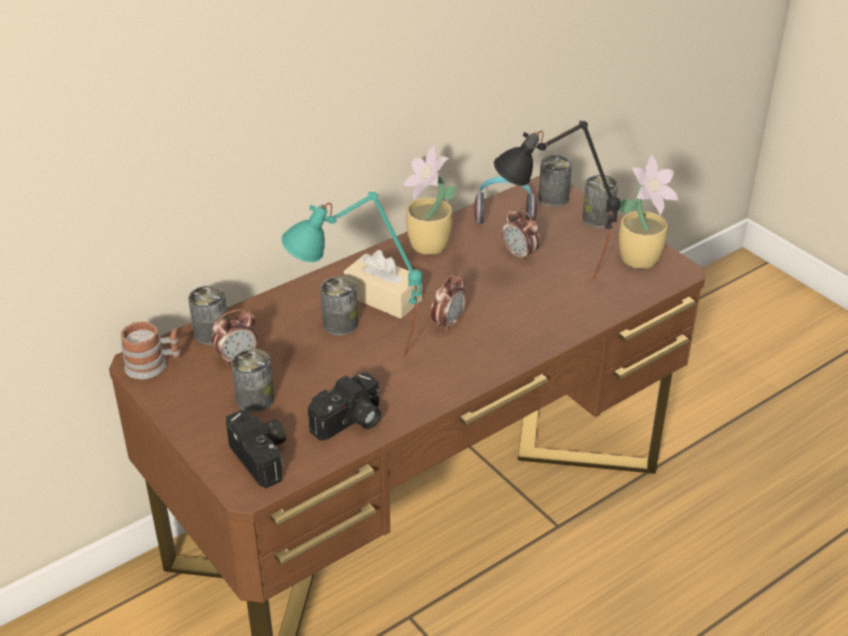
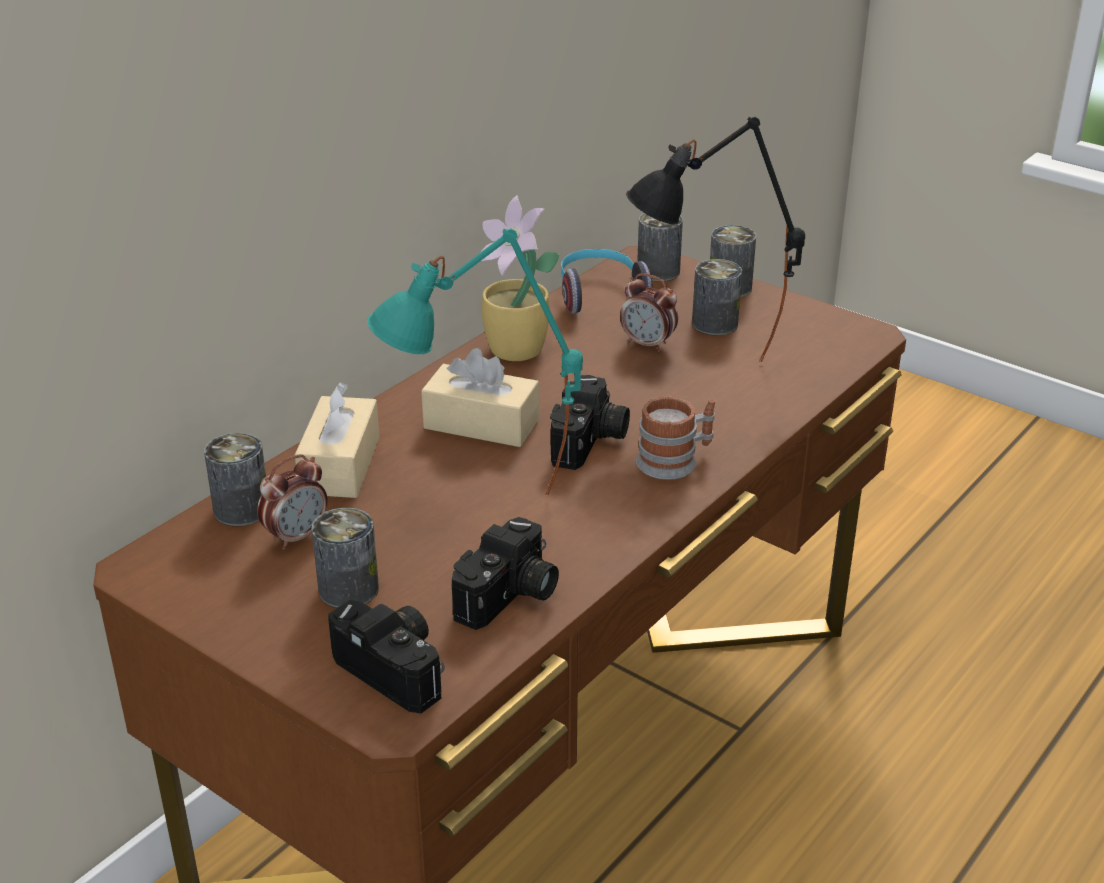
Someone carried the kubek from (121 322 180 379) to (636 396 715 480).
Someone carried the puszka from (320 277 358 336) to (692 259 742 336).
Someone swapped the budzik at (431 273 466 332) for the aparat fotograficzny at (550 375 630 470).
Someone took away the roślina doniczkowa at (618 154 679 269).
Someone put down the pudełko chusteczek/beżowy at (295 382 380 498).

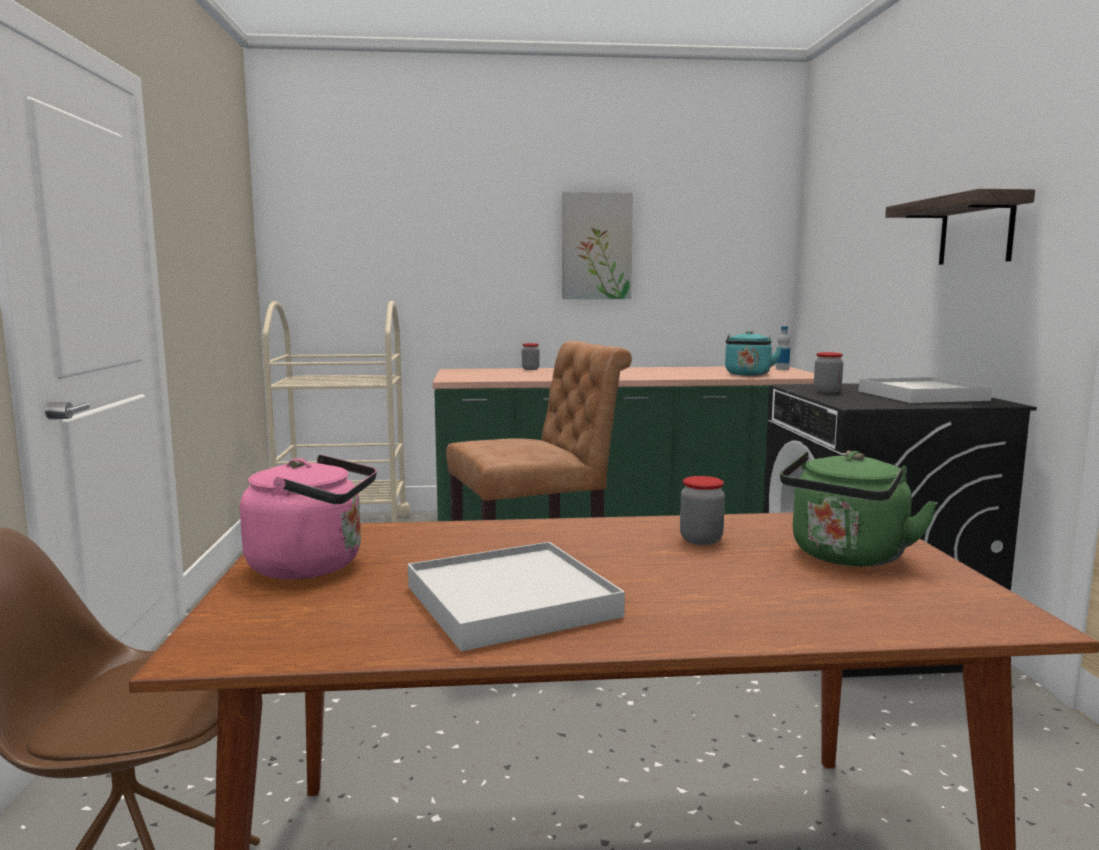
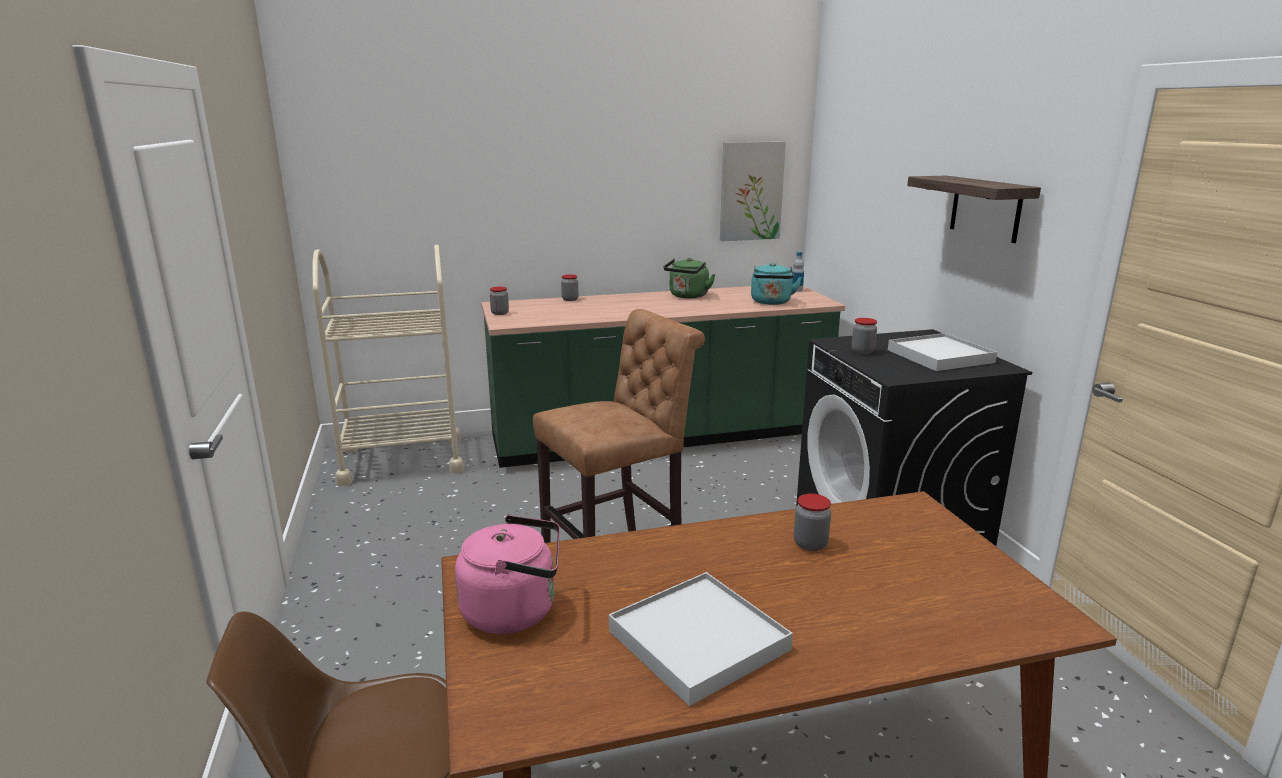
Someone carried the obraz from (562 192 633 299) to (720 142 786 241).
Someone carried the czajnik/zielony from (780 451 938 567) to (664 258 715 298).
Someone put down the słoik at (490 287 509 315).

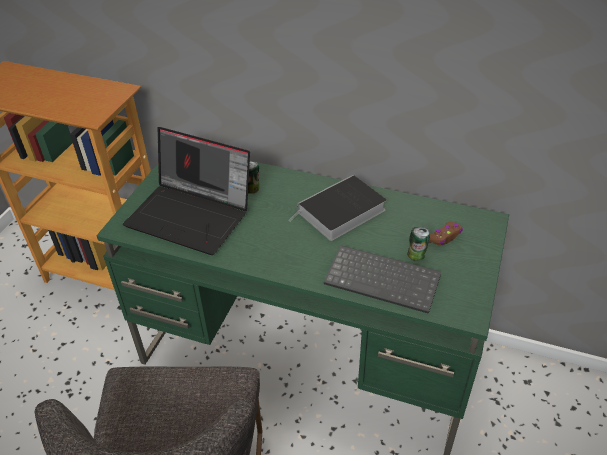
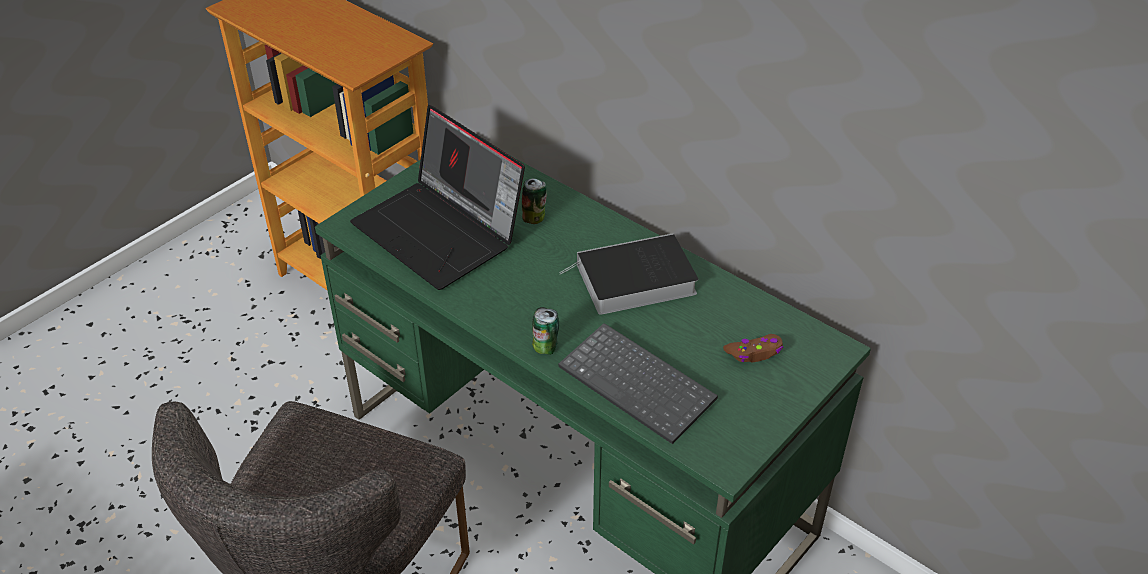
Someone carried the puszka from (407 227 430 261) to (532 307 559 355).

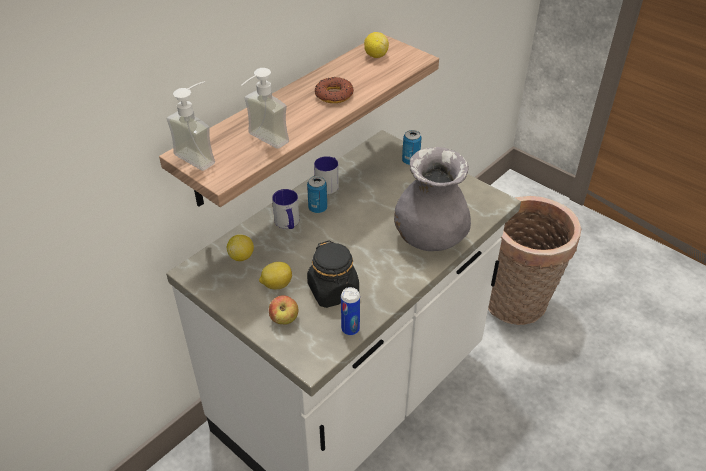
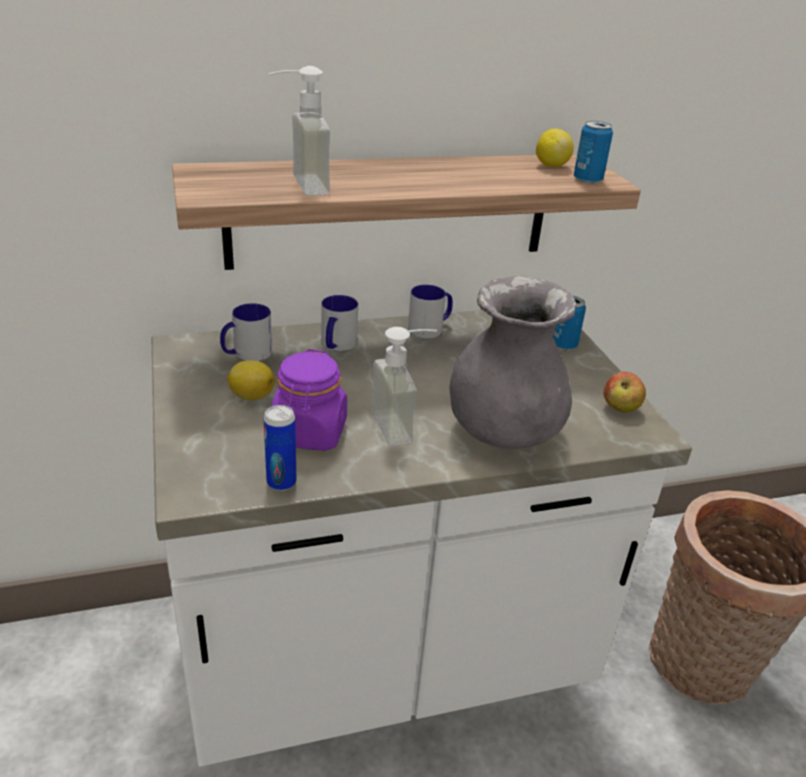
Someone carried the dozownik mydła from (167 81 215 171) to (371 327 437 446).
Someone swapped the cytryna at (227 235 254 261) for the kubek at (220 303 272 361).
Someone carried the jabłko from (269 295 298 325) to (603 372 646 413).
Someone carried the puszka from (307 176 327 213) to (574 121 613 184).
Someone repainted the słoik/czarny at (307 240 359 308), which became the słoik/fioletowy at (271 349 347 451).
Someone took away the donut at (315 77 354 103).

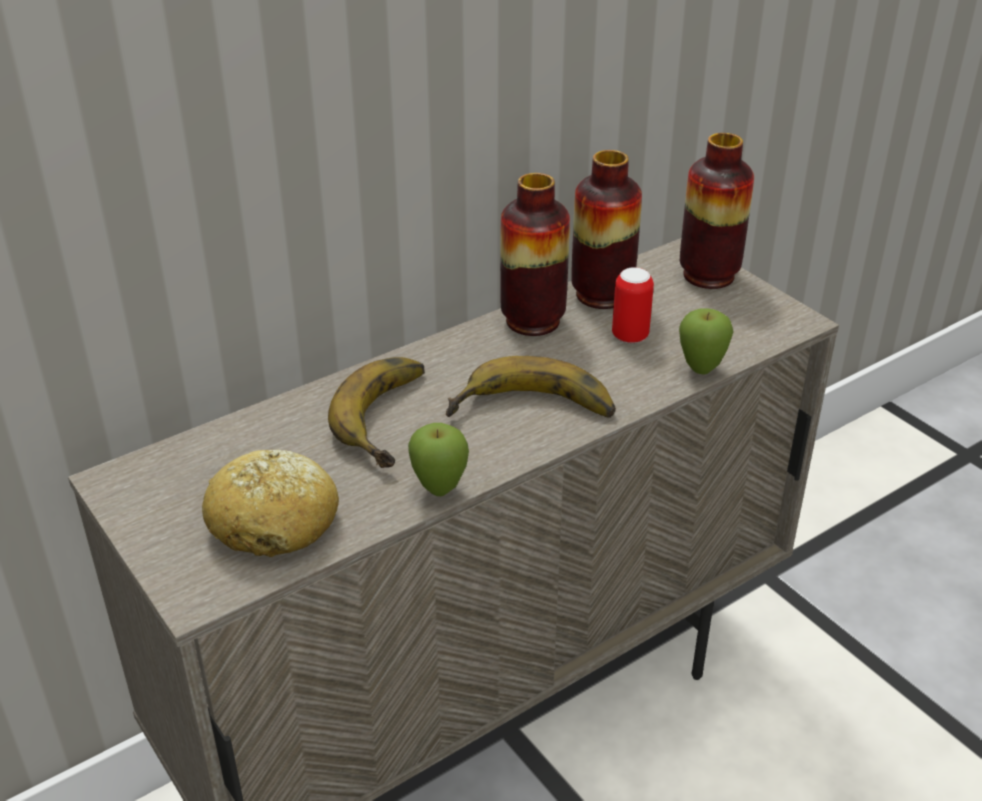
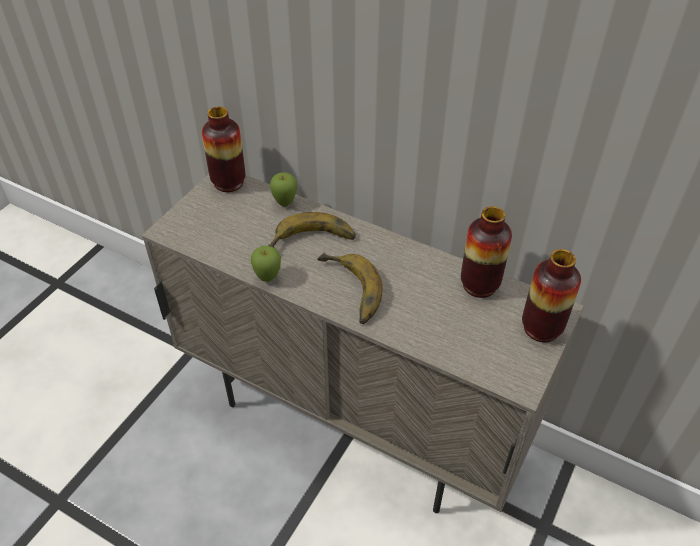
Someone took away the chleb at (202 450 339 557).
Someone carried the wazon from (500 173 570 336) to (202 107 246 192).
Someone took away the puszka at (612 267 654 343).
Someone carried the jabłko from (679 308 734 374) to (270 172 298 207).

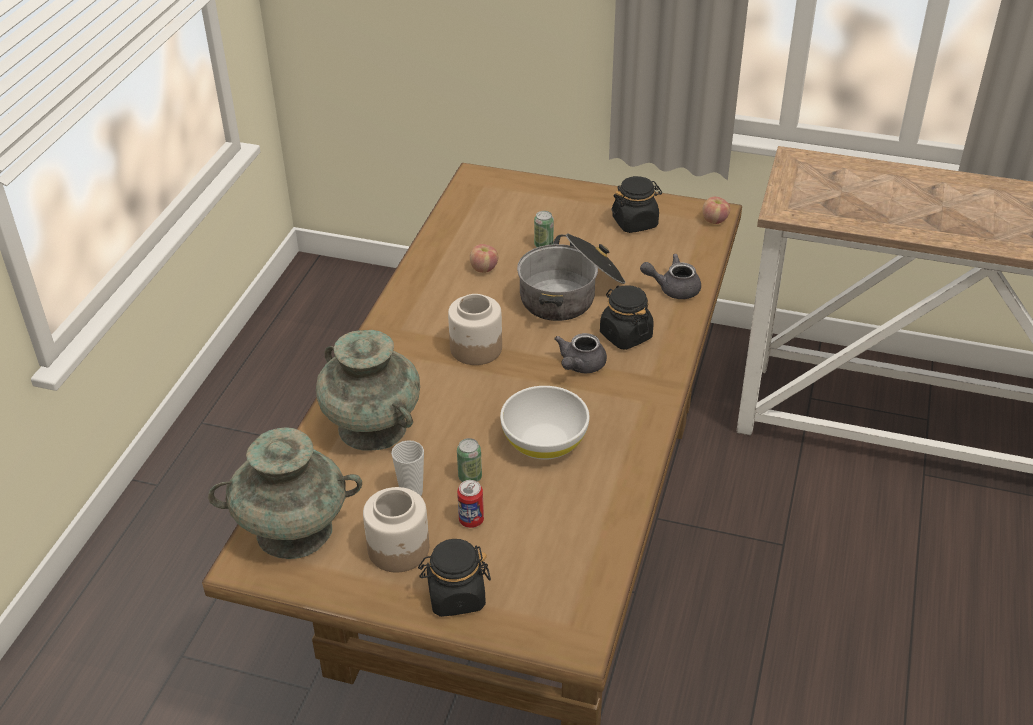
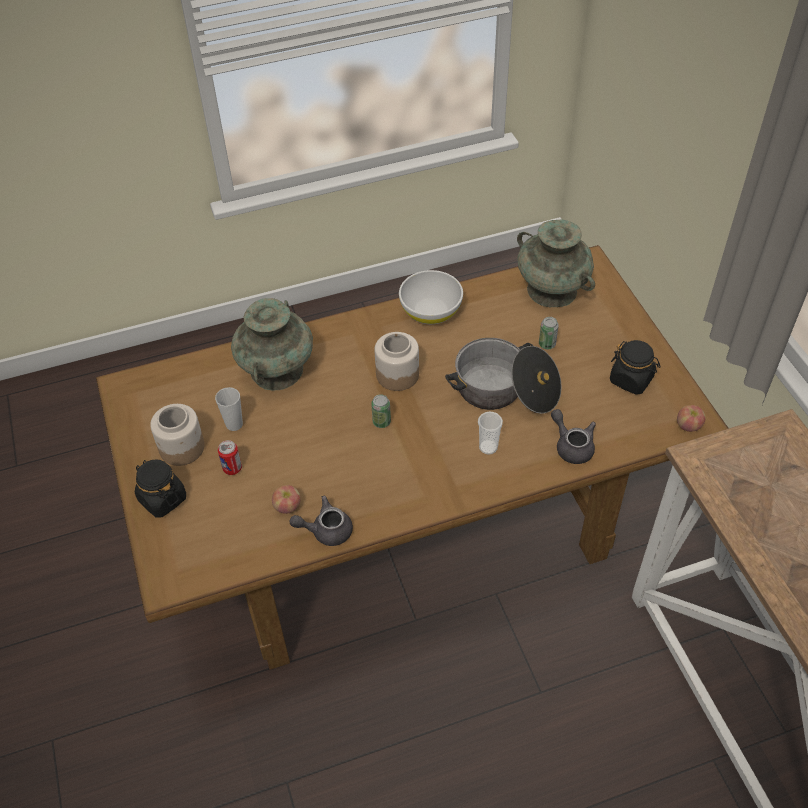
Someone carried the wazon/turkusowy from (208 427 362 559) to (517 219 595 307).
Someone carried the puszka from (457 438 482 482) to (371 394 391 428).
Someone carried the jabłko from (470 244 498 273) to (272 485 301 514).
Someone carried the miska/biały from (500 386 590 460) to (399 270 463 324).
Someone carried the imbryk/szary from (554 333 607 373) to (289 496 353 546).
Someone swapped the słoik/czarny at (600 285 654 350) for the filiżanka at (478 412 503 455).

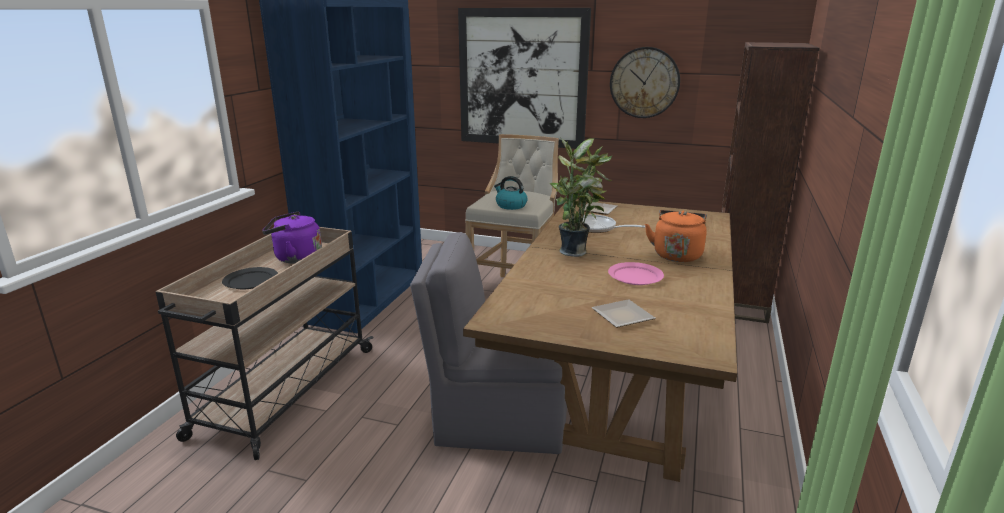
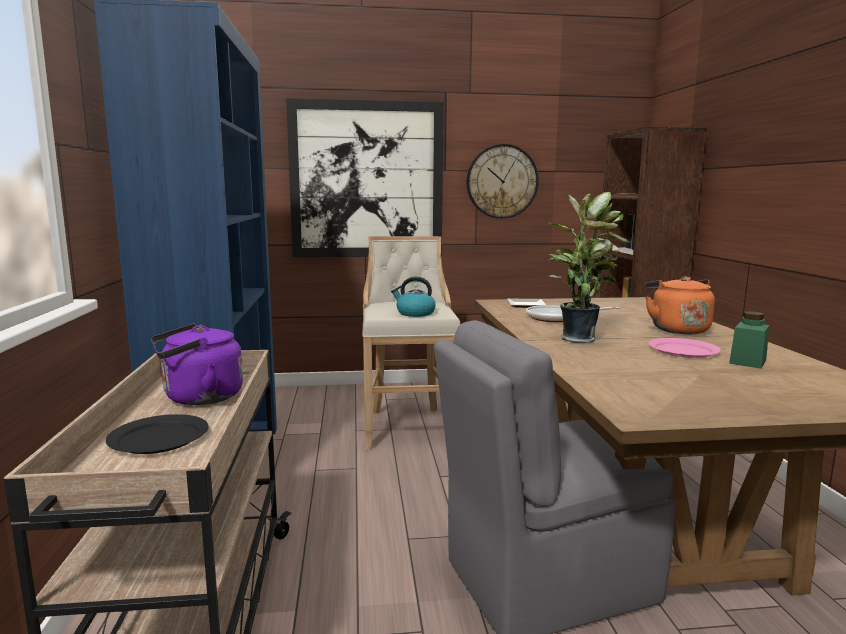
Someone took away the talerz at (592 299 655 328).
Someone put down the słoik/zielony at (729 311 769 369).

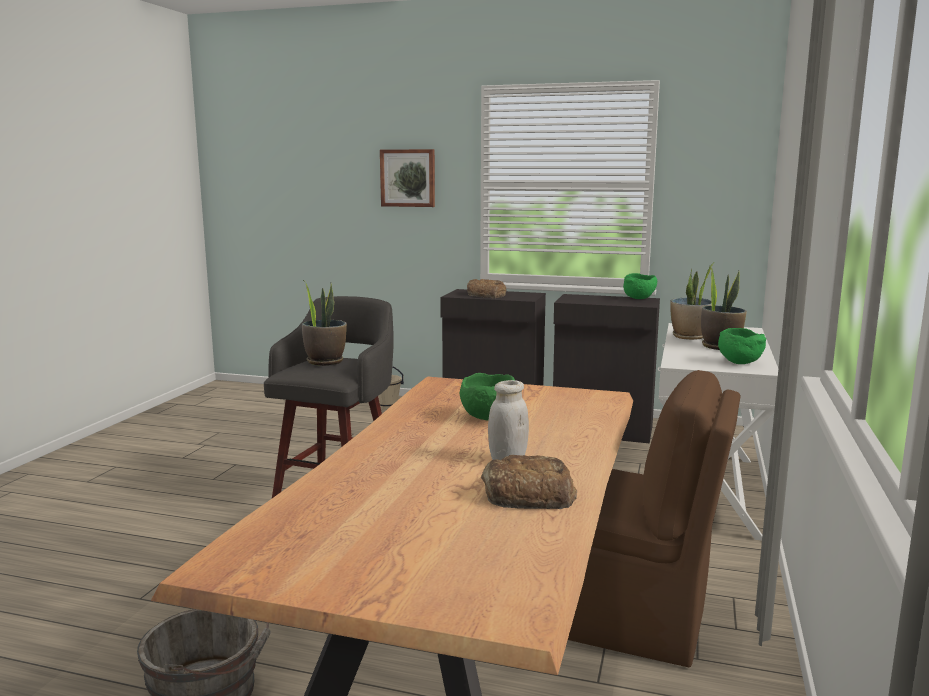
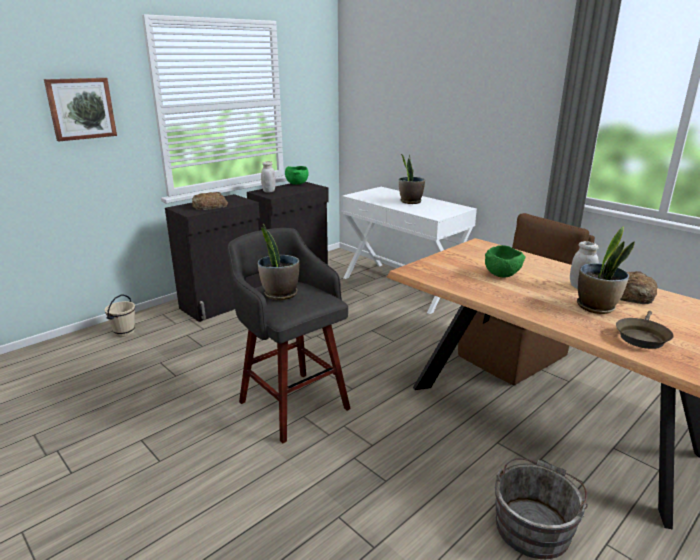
Someone carried the roślina doniczkowa from (670 262 715 340) to (577 226 635 314).
Someone took away the miska/zielony at (718 328 766 364).
Someone put down the słoik/biały at (261 161 276 192).
Someone put down the patelnia/brązowy at (616 311 674 349).

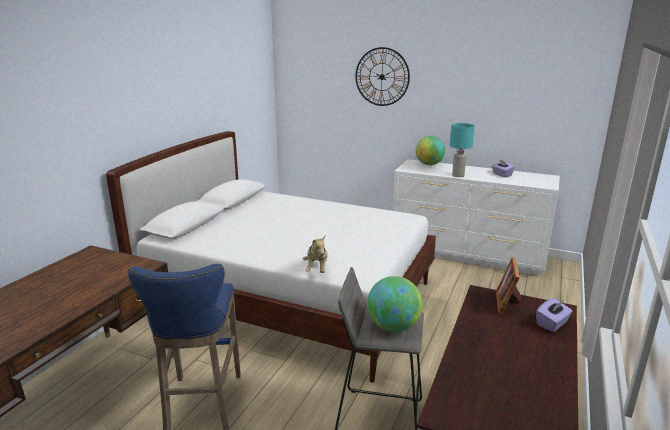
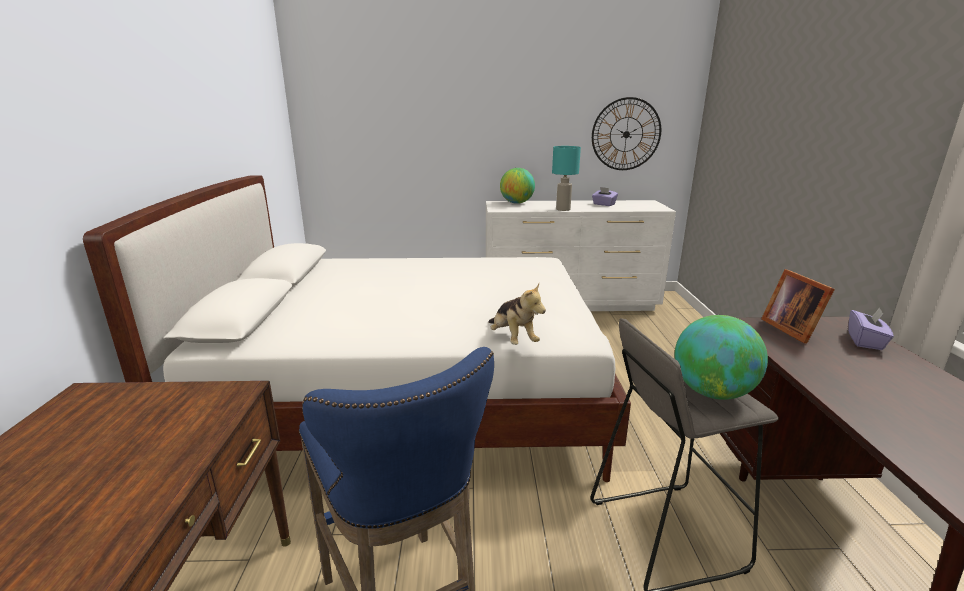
Someone carried the zegar ścienny from (355 47 410 106) to (592 97 661 170).

